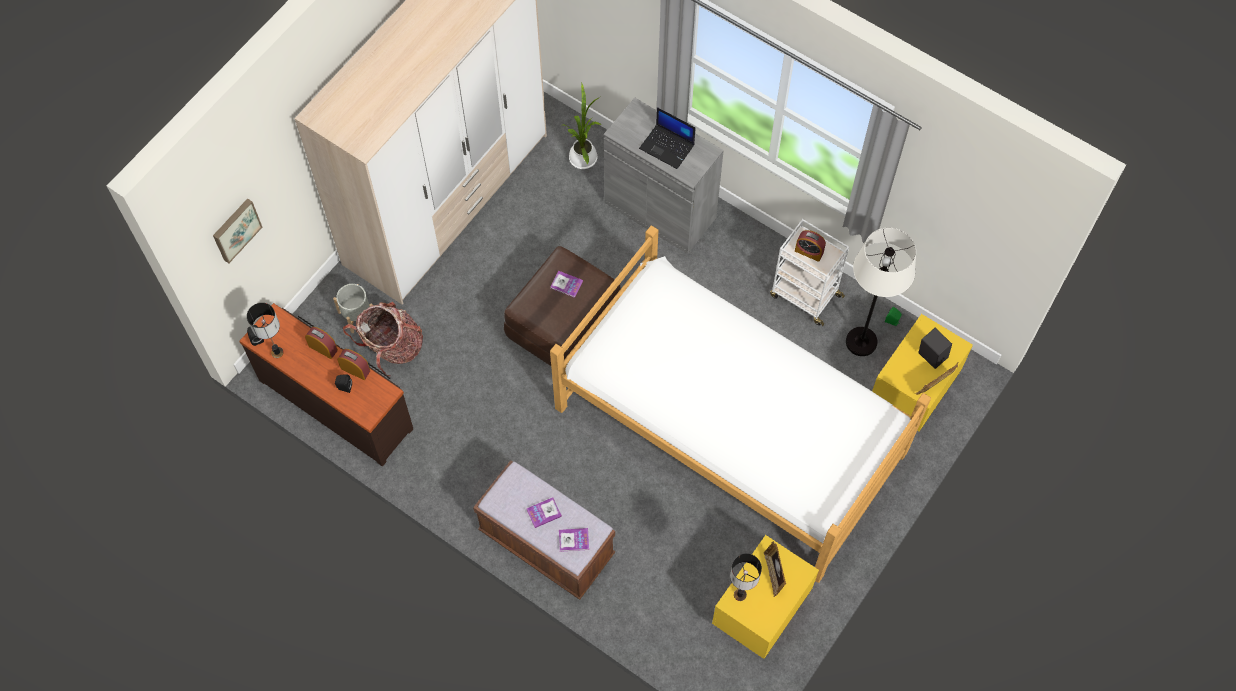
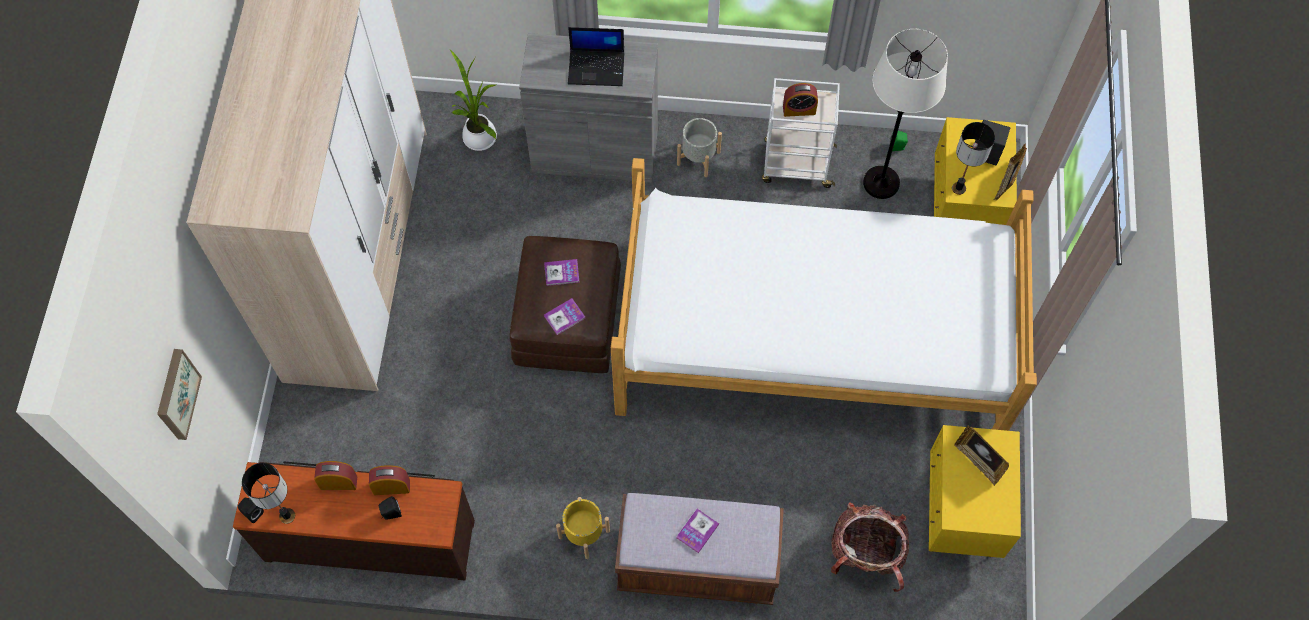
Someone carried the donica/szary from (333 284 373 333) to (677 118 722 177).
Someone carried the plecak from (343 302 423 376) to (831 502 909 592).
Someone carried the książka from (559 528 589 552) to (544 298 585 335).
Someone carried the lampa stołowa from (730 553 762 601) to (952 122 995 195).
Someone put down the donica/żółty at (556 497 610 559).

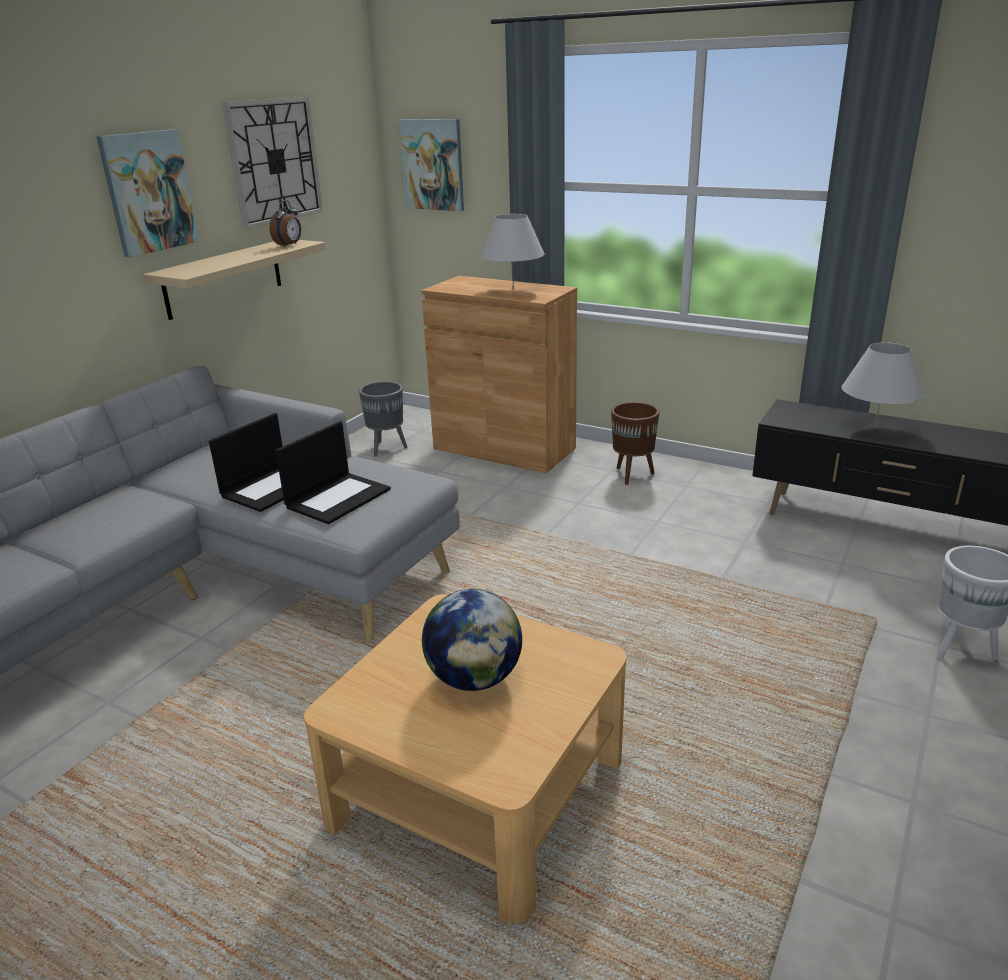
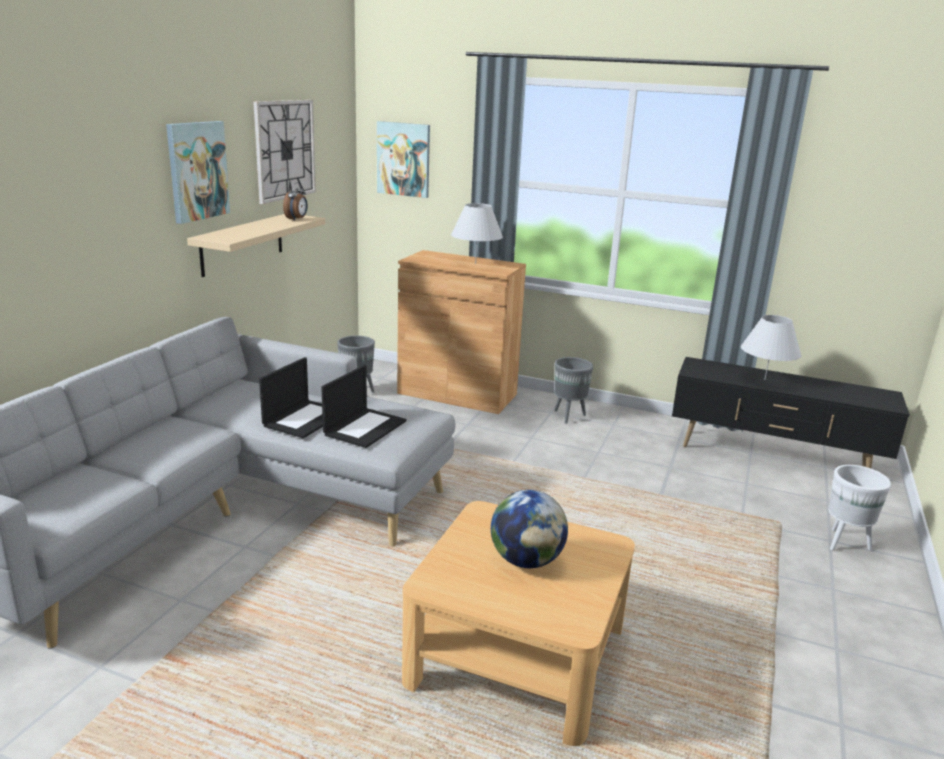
Someone repainted the donica/brązowy at (611 402 659 485), which became the donica/szary at (554 357 593 424).

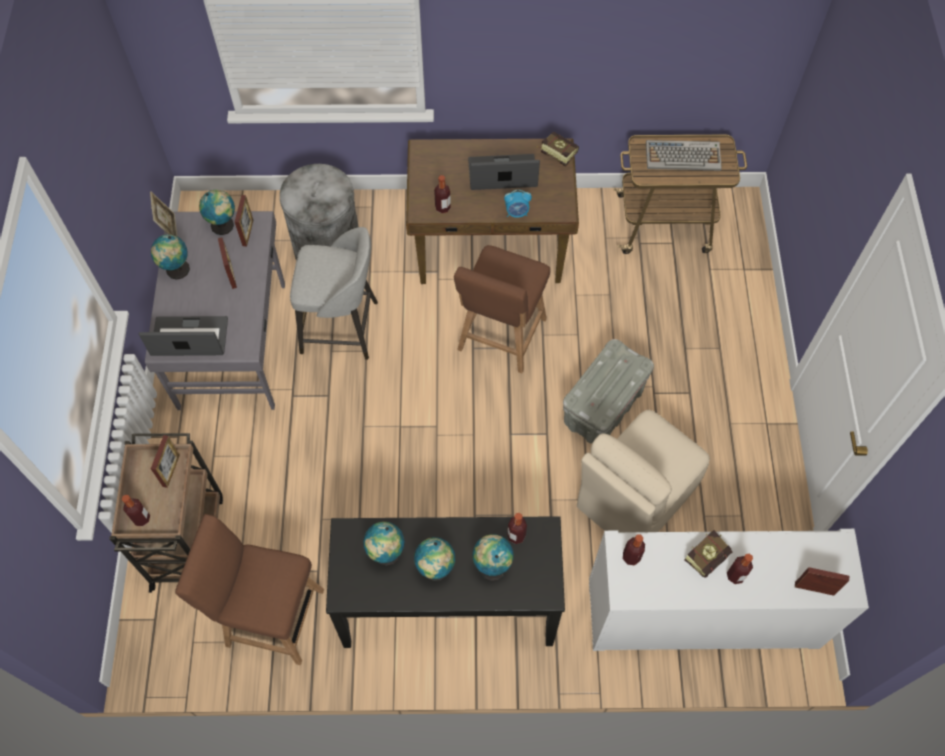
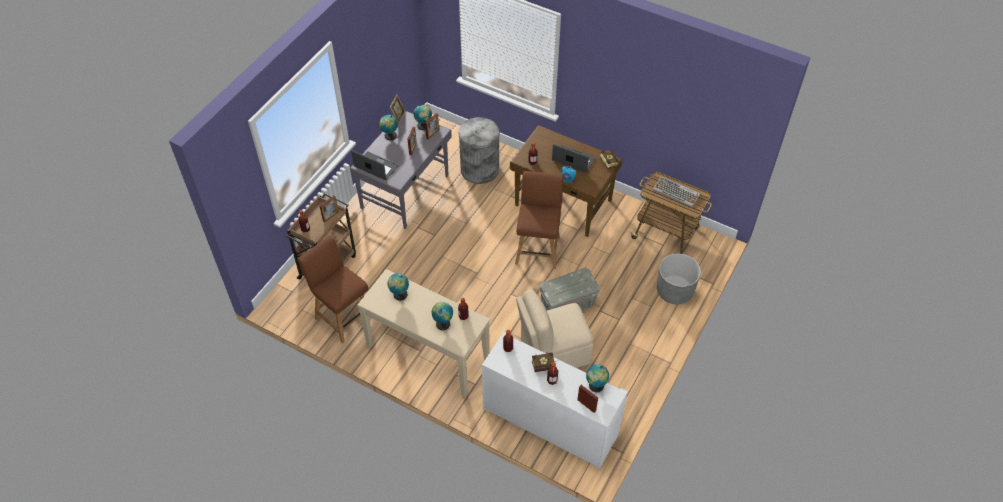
Someone took away the stołek/szary at (290 227 378 360).
Someone repainted the stolik konsolowy/czarny at (326 516 565 648), which became the stolik konsolowy/beżowy at (357 269 490 397).
Someone carried the globus from (414 537 455 581) to (586 364 609 392).
Someone rotated the krzesło/brązowy at (454 245 550 373) by 135 degrees clockwise.
Someone put down the donica/szary at (657 253 701 305).

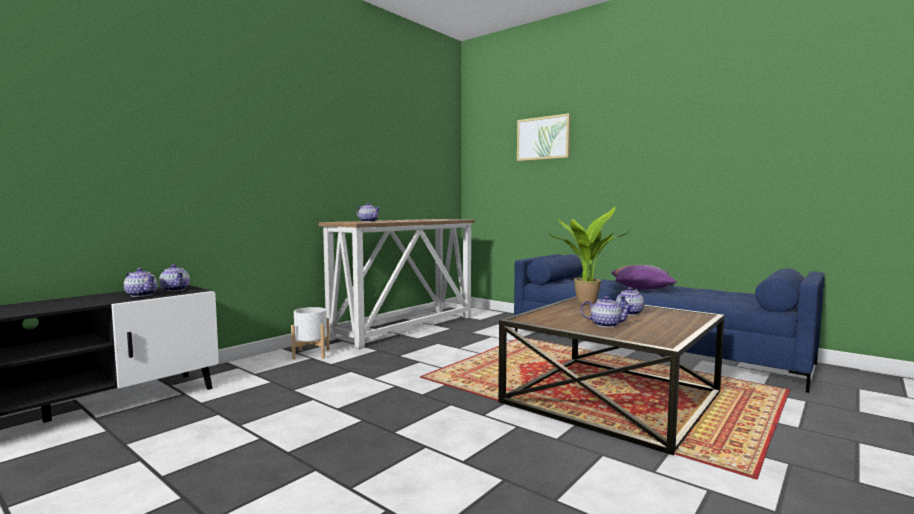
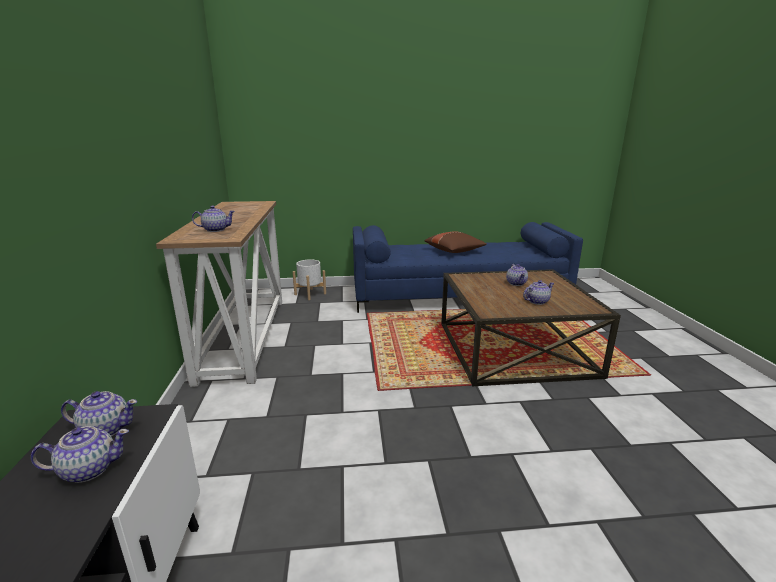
Someone carried the donica/biały from (291 307 330 360) to (293 259 326 300).
Someone took away the obraz at (517 113 571 161).
Someone took away the roślina doniczkowa at (548 207 628 305).
Someone repainted the poduszka/fioletowy at (612 265 677 289), which became the poduszka/brązowy at (425 231 487 253).

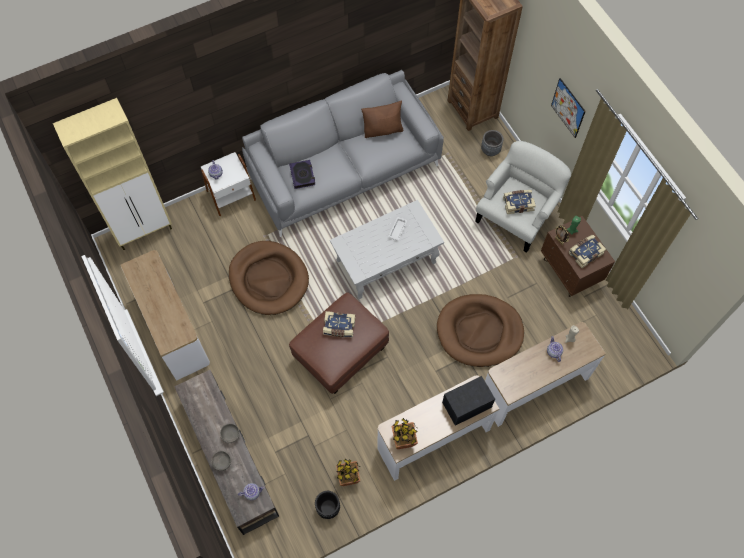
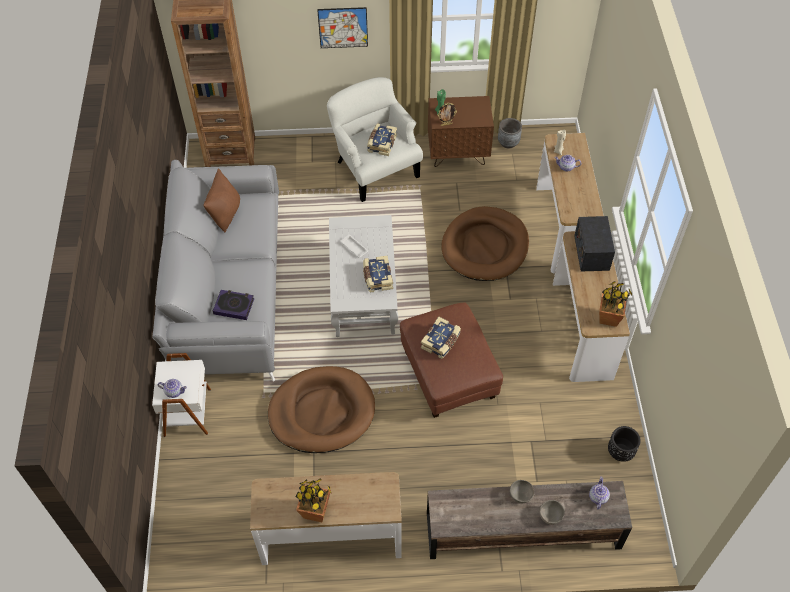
Someone took away the szafka/beżowy at (53 98 172 250).
Someone carried the roślina doniczkowa from (336 459 360 486) to (295 478 331 522).
Someone carried the donica/szary from (481 130 503 156) to (498 118 522 148).
Someone carried the książka from (569 235 606 268) to (363 256 393 293).

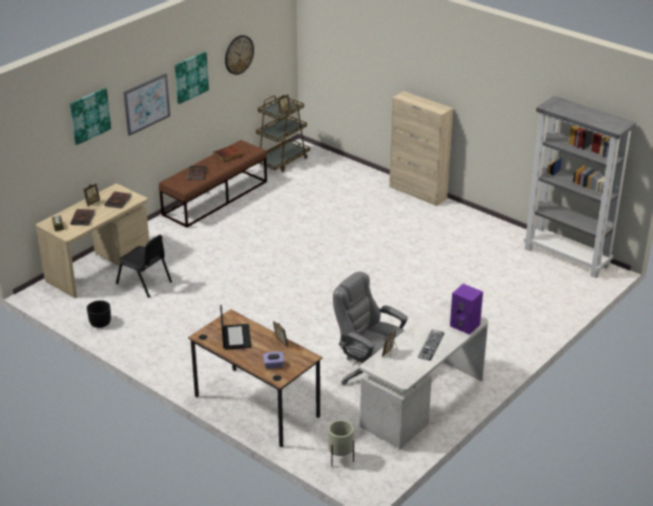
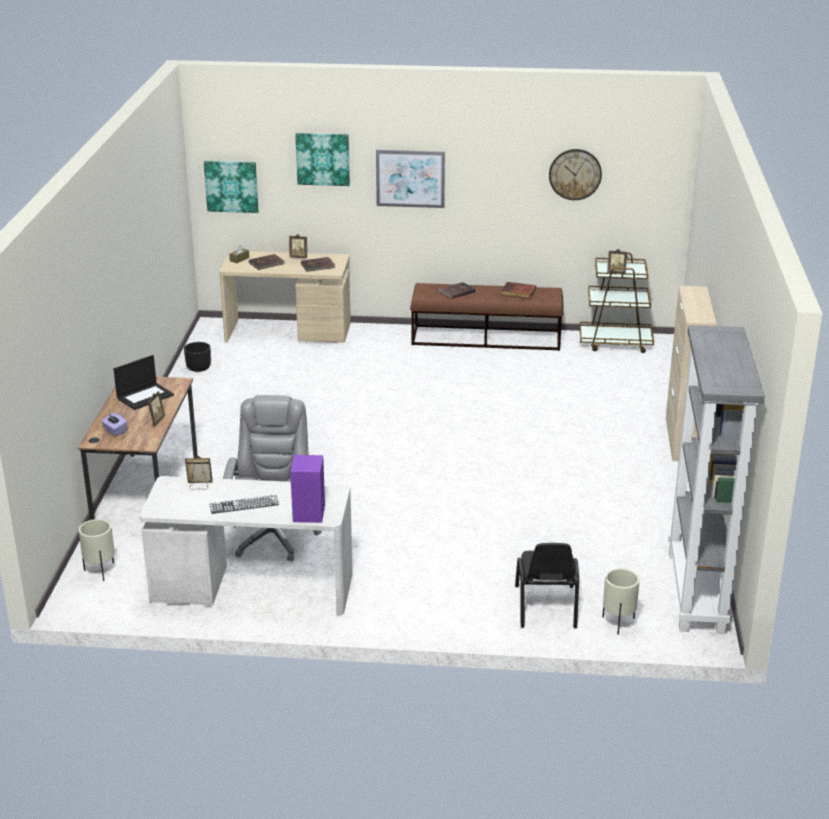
Someone carried the krzesło/czarny from (116 235 172 298) to (515 543 579 628).
Someone carried the obraz from (175 52 209 104) to (204 161 259 213).
Someone put down the donica/beżowy at (602 568 640 635).

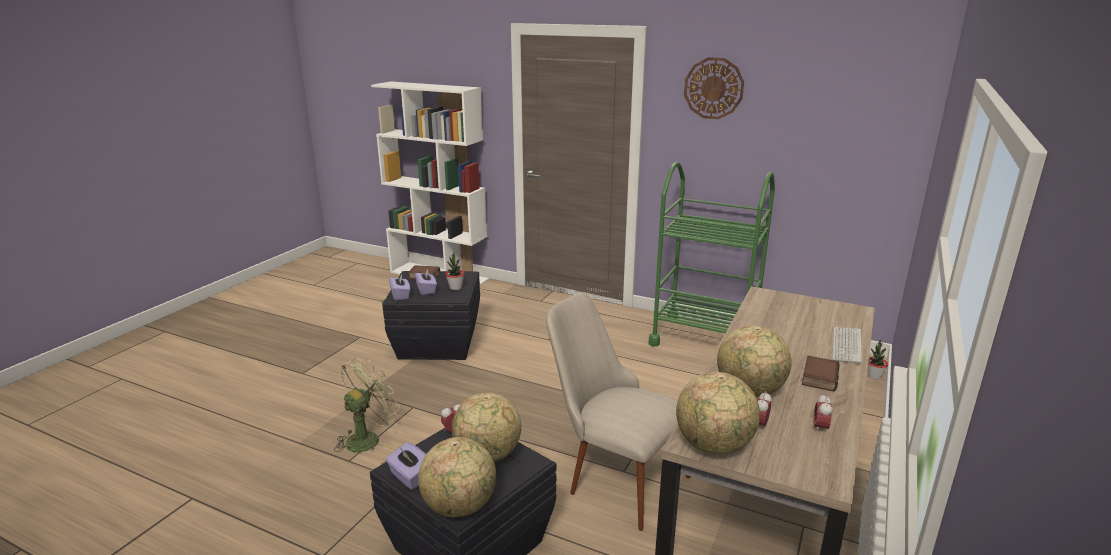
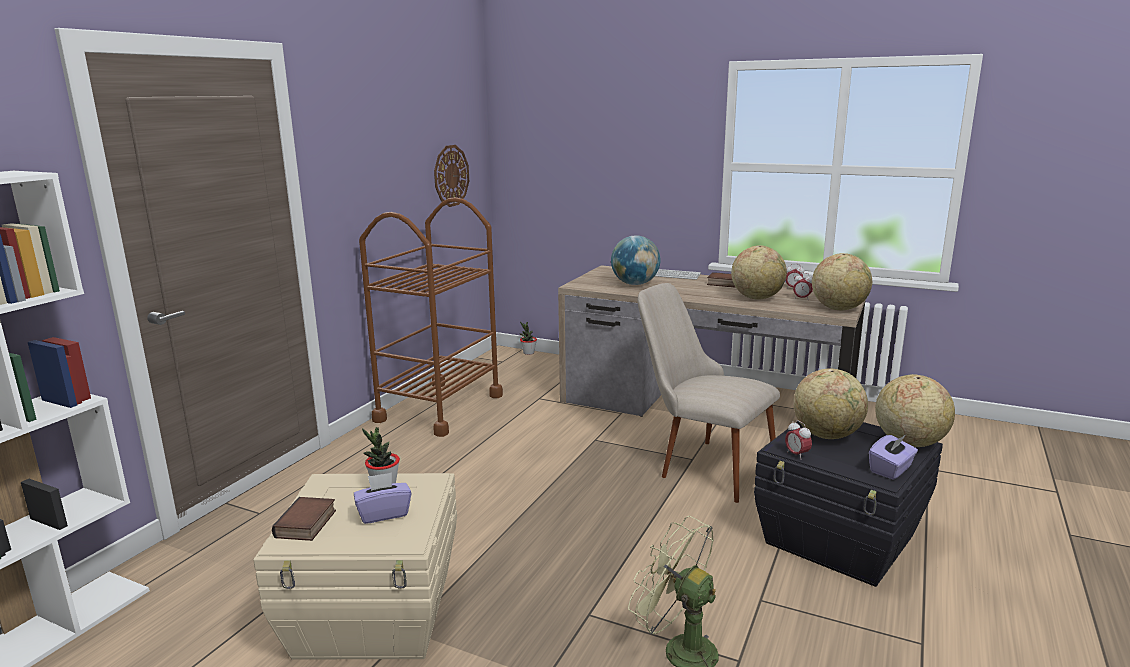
Someone repainted the pojemnik do przechowywania/czarny at (382 271 480 360), which became the pojemnik do przechowywania/beżowy at (253 473 457 659).
Someone took away the pudełko chusteczek/fioletowy at (389 273 410 301).
Someone rotated the krzesło/beżowy at (546 294 690 531) by 90 degrees clockwise.
Someone repainted the wózek/zielony at (649 162 775 346), which became the wózek/brązowy at (359 197 503 437).
Someone carried the zegar ścienny from (684 57 744 119) to (434 145 469 207).
Someone put down the globus at (611 235 661 285).

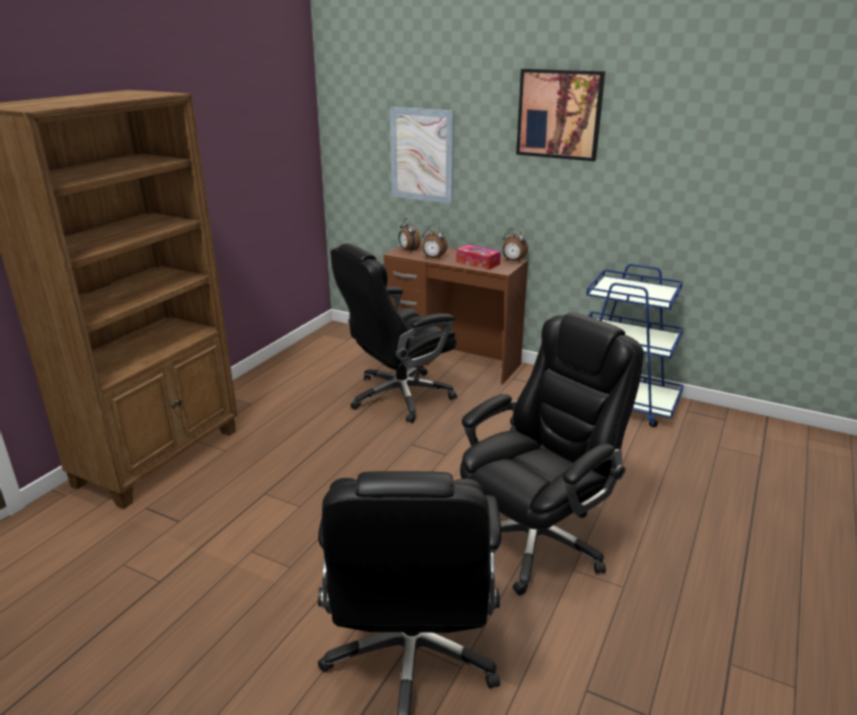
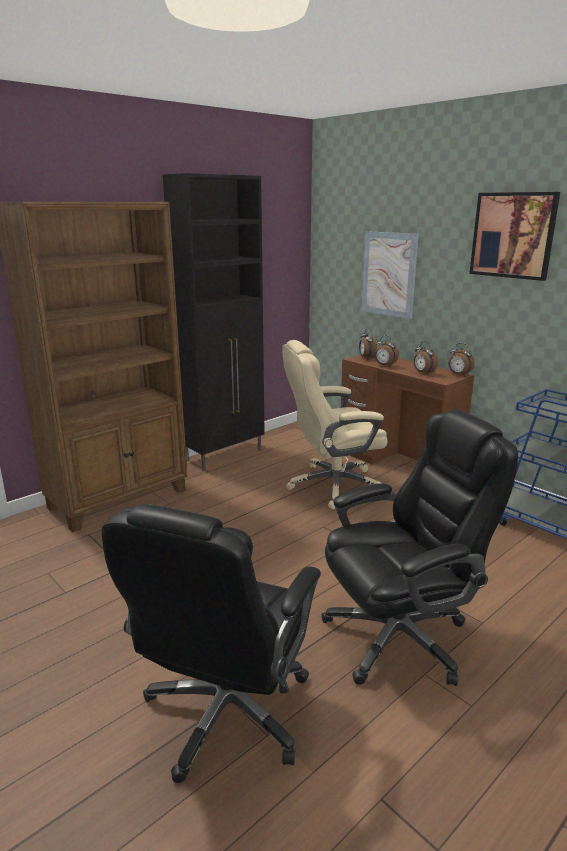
Someone repainted the krzesło biurowe/czarny at (331 243 457 423), which became the krzesło biurowe/beżowy at (282 340 388 509).
Someone swapped the pudełko chusteczek at (456 245 501 270) for the budzik at (413 341 438 375).
Someone put down the szafka/czarny at (163 173 265 471).

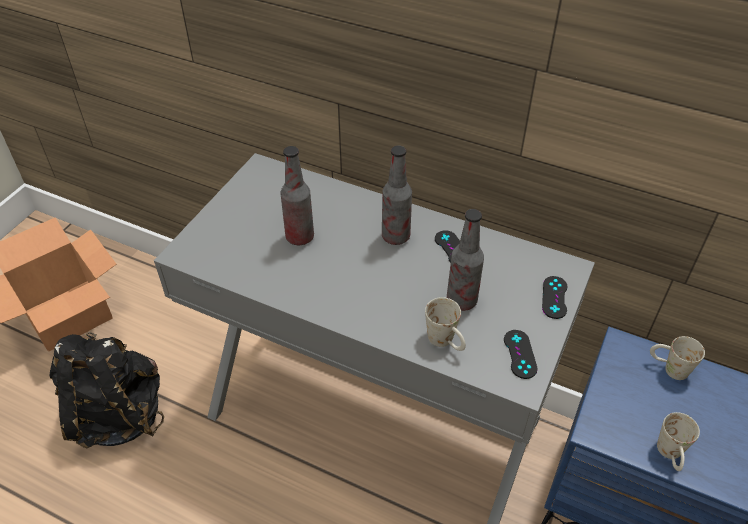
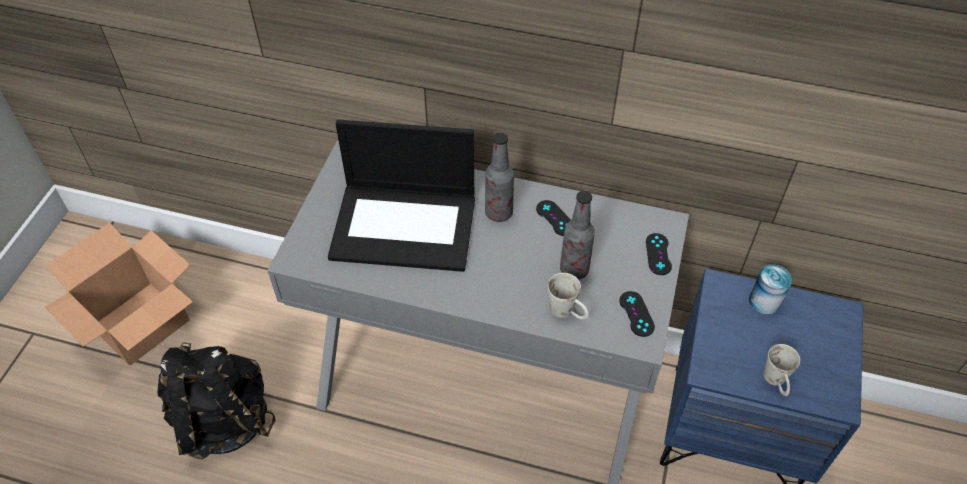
Someone swapped the butelka at (280 146 314 245) for the laptop at (328 120 475 272).
Someone swapped the kubek/biały at (650 336 705 380) for the puszka at (749 264 792 315).

